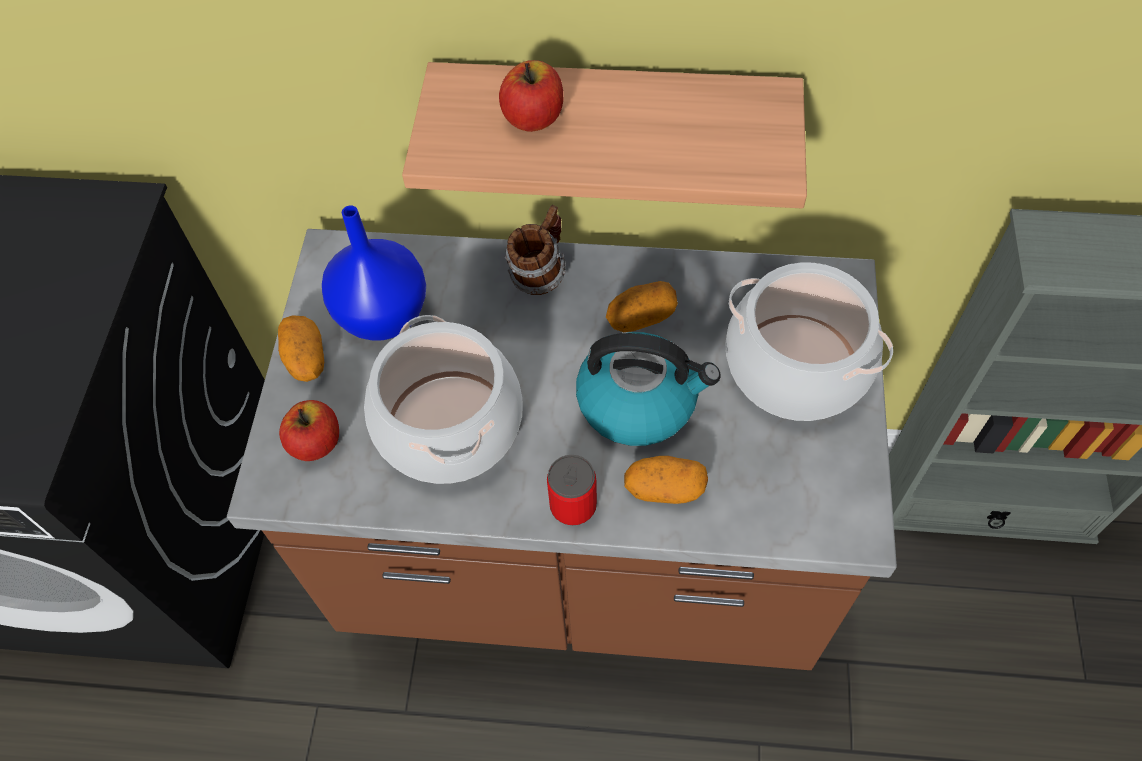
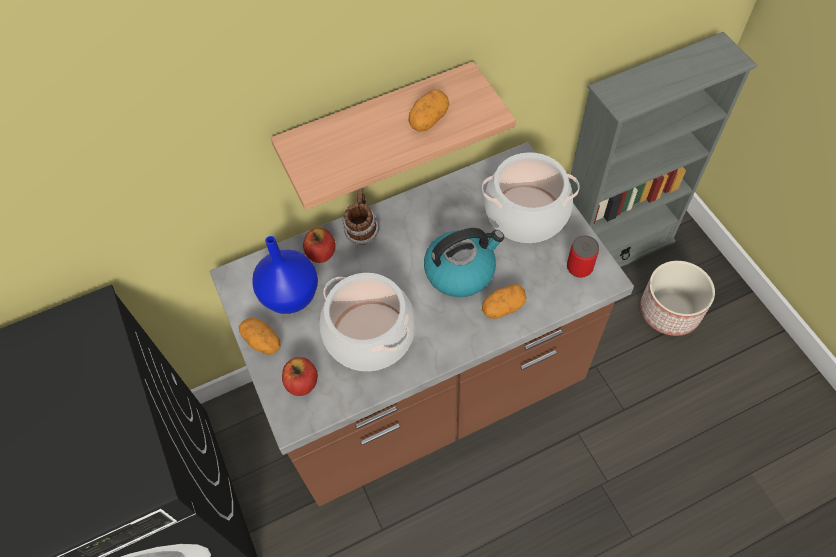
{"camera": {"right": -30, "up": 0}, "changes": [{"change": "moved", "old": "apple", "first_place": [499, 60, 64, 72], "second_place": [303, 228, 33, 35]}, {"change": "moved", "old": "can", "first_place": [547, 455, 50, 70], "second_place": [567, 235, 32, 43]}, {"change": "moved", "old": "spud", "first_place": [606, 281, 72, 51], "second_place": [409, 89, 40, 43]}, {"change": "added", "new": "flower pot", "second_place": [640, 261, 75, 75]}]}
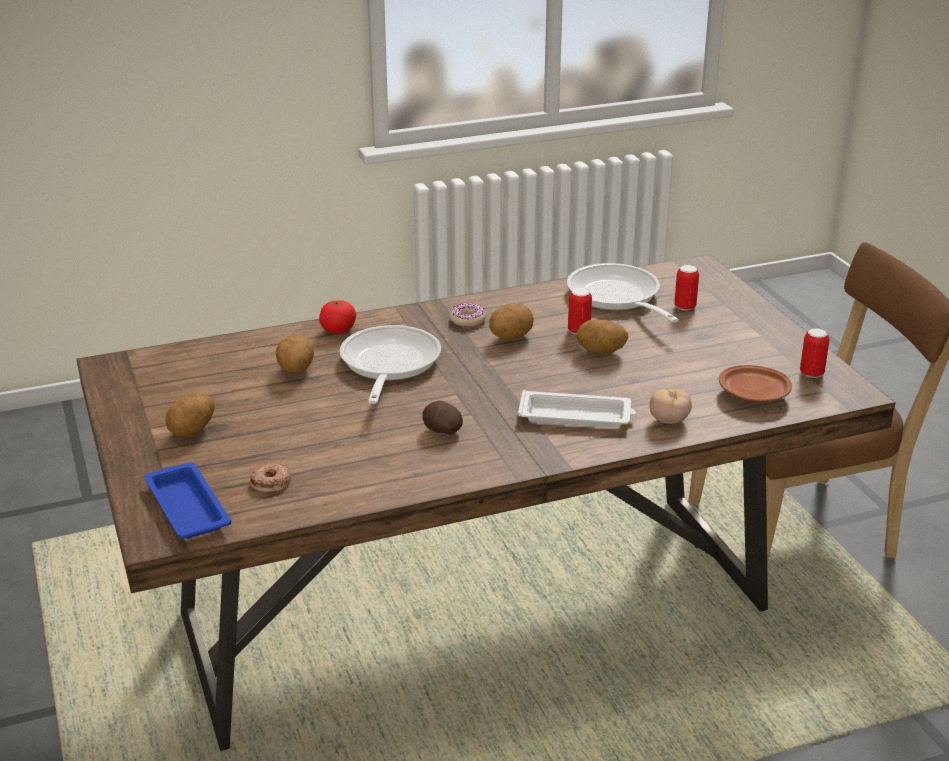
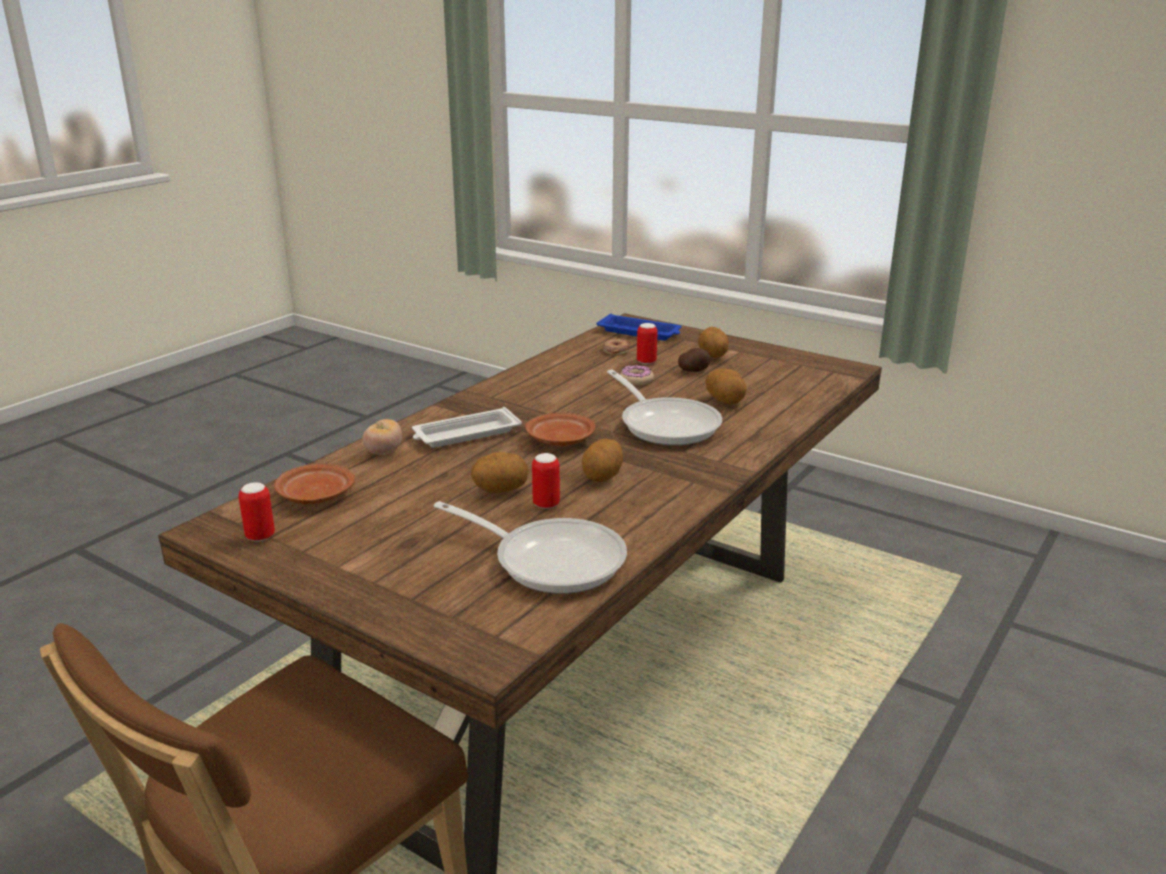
{"camera": {"right": 145, "up": -5}, "changes": [{"change": "removed", "old": "whole tomato", "first_place": [319, 300, 37, 34]}, {"change": "moved", "old": "spud", "first_place": [423, 400, 40, 34], "second_place": [678, 348, 33, 24]}, {"change": "moved", "old": "ring doughnut", "first_place": [449, 303, 37, 24], "second_place": [620, 365, 34, 20]}, {"change": "moved", "old": "can", "first_place": [674, 265, 25, 46], "second_place": [637, 323, 21, 41]}, {"change": "added", "new": "plate (brown)", "second_place": [525, 413, 71, 33]}]}
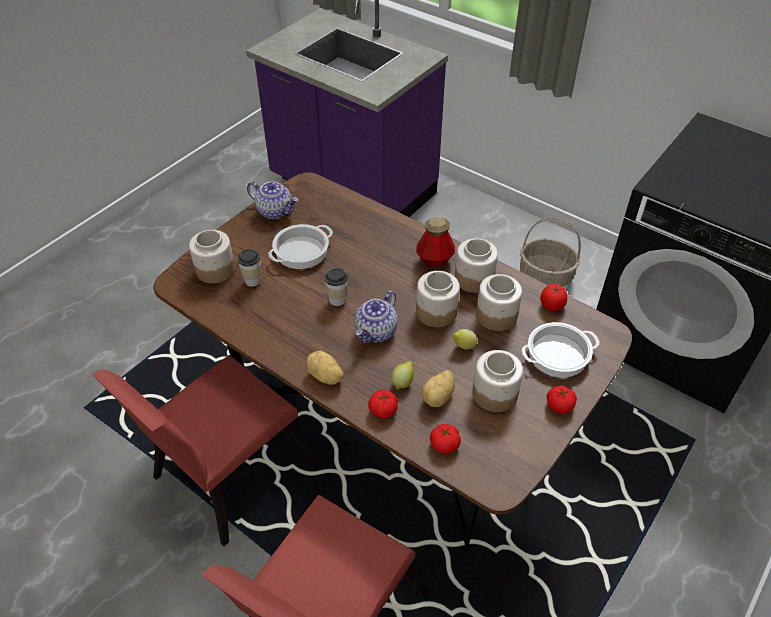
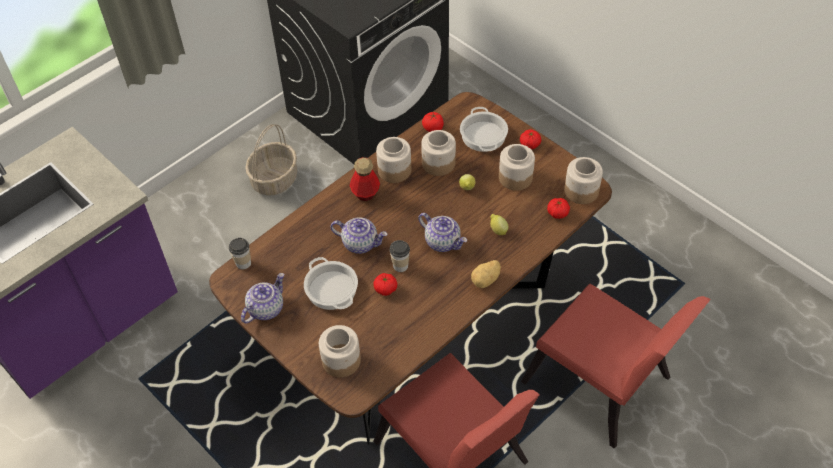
{"camera": {"right": -80, "up": 5}, "changes": [{"change": "moved", "old": "small cup", "first_place": [237, 249, 24, 38], "second_place": [229, 238, 22, 31]}, {"change": "moved", "old": "whole tomato", "first_place": [368, 390, 30, 28], "second_place": [373, 273, 24, 23]}, {"change": "moved", "old": "preserve jar", "first_place": [416, 271, 44, 56], "second_place": [564, 157, 39, 47]}, {"change": "removed", "old": "spud", "first_place": [422, 370, 33, 37]}, {"change": "added", "new": "pot for tea", "second_place": [330, 217, 58, 37]}]}
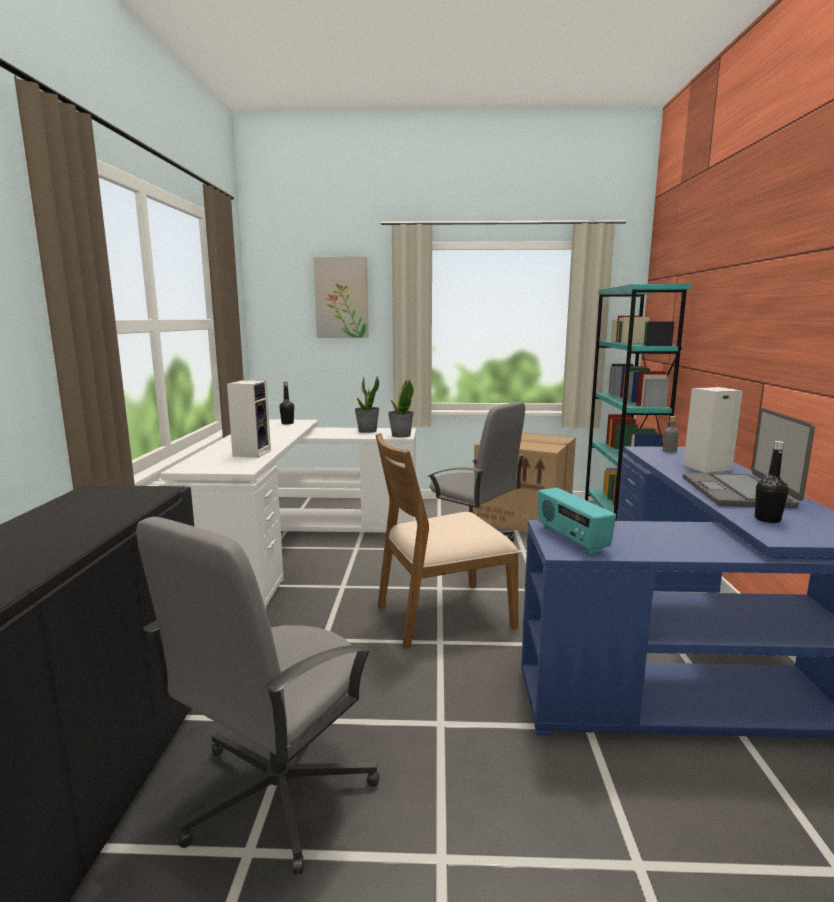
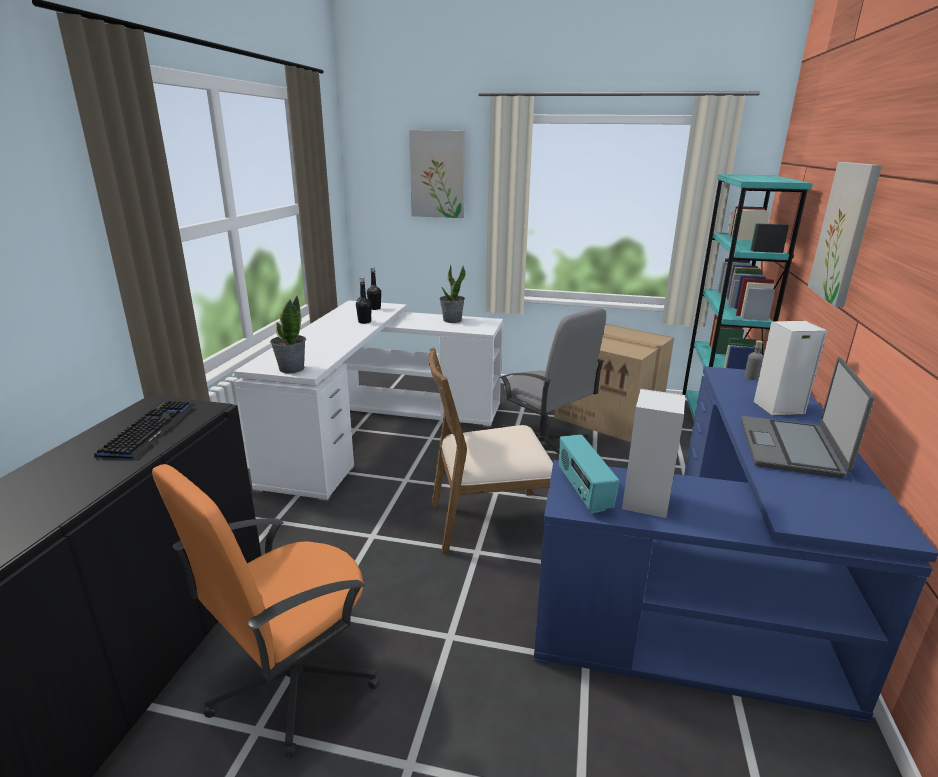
{"camera": {"right": 10, "up": 10}, "changes": [{"change": "recoloured", "old": "desk chair (grey)", "new": "desk chair (orangey)", "first_place": [136, 517, 244, 358], "second_place": [152, 464, 227, 294]}, {"change": "moved", "old": "loudspeaker", "first_place": [227, 380, 44, 78], "second_place": [622, 389, 64, 129]}, {"change": "moved", "old": "houseplant", "first_place": [388, 379, 26, 59], "second_place": [270, 296, 36, 77]}, {"change": "moved", "old": "bottle (black)", "first_place": [755, 441, 34, 82], "second_place": [356, 277, 16, 47]}, {"change": "added", "new": "PC keyboard", "second_place": [94, 401, 102, 58]}, {"change": "added", "new": "wall art", "second_place": [808, 162, 74, 145]}]}
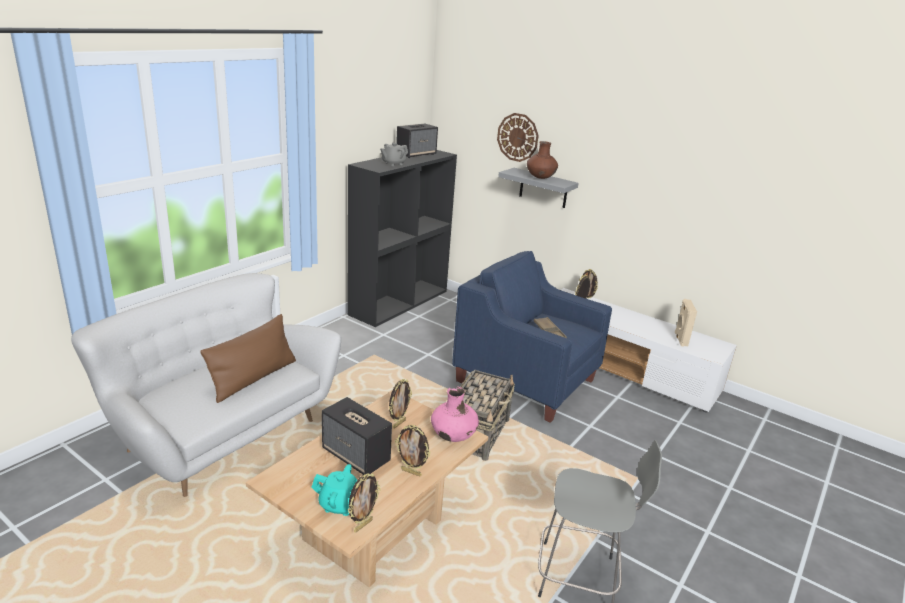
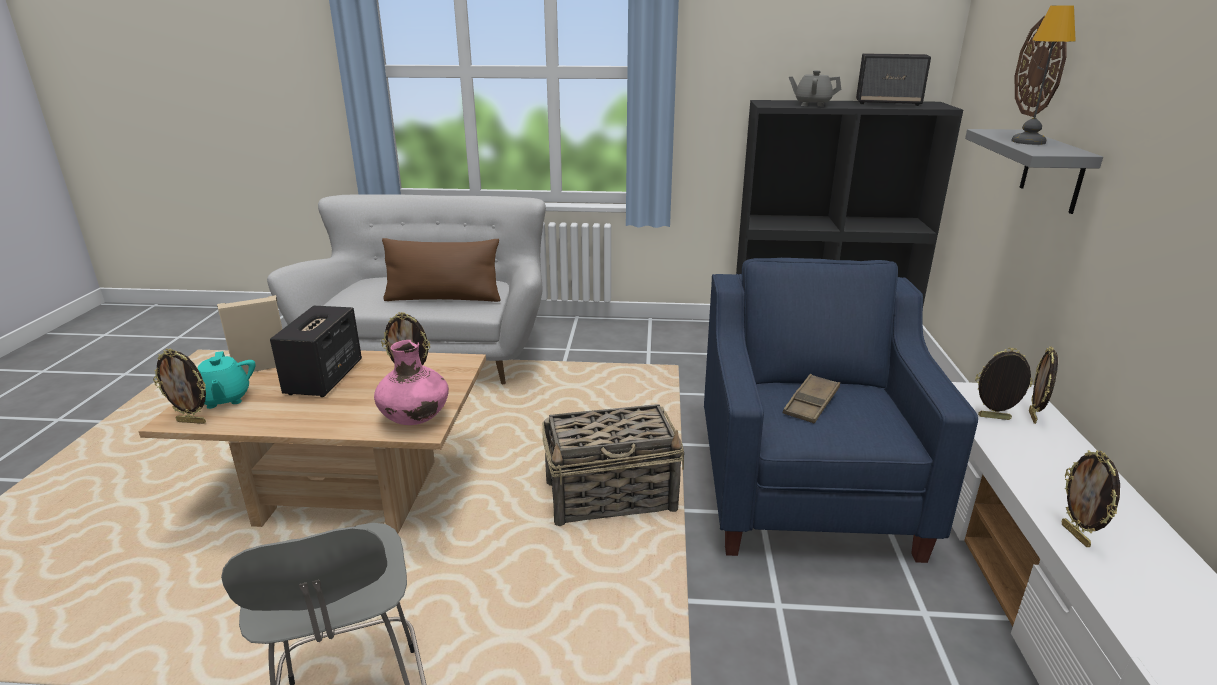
{"camera": {"right": 60, "up": 0}, "changes": [{"change": "moved", "old": "picture frame", "first_place": [395, 425, 36, 52], "second_place": [1062, 450, 58, 97]}, {"change": "replaced", "old": "vase (brown)", "new": "tabletop lamp", "first_place": [527, 141, 31, 38], "second_place": [1011, 6, 65, 139]}, {"change": "moved", "old": "loudspeaker (beige-coloured)", "first_place": [675, 299, 22, 47], "second_place": [217, 295, 65, 78]}]}
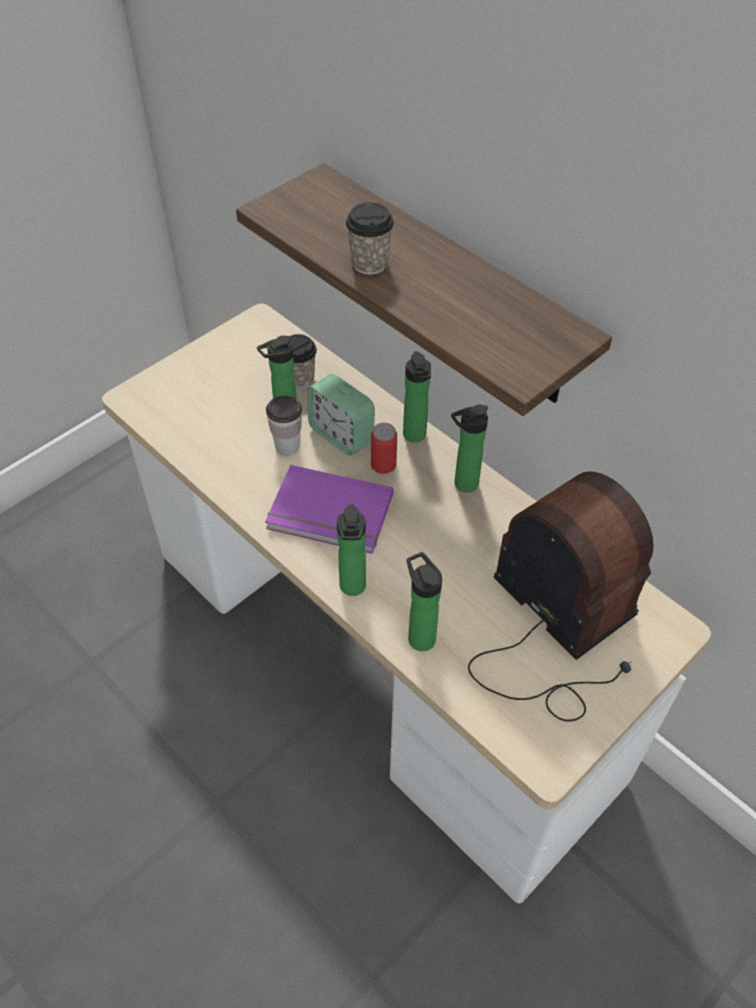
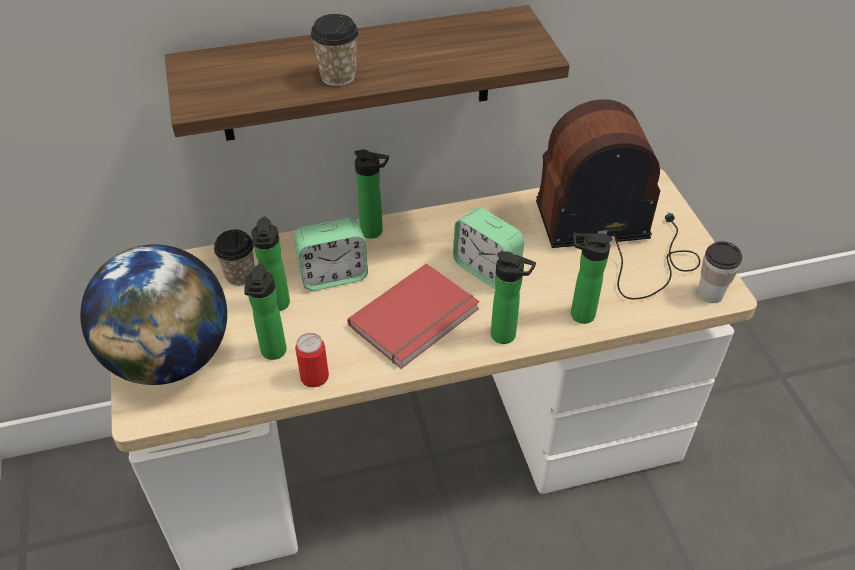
{"camera": {"right": -60, "up": -5}, "changes": [{"change": "recoloured", "old": "volume (purple)", "new": "volume (red)", "first_place": [265, 465, 129, 89], "second_place": [347, 263, 133, 106]}, {"change": "moved", "old": "small cup", "first_place": [266, 395, 36, 60], "second_place": [698, 241, 44, 62]}, {"change": "moved", "old": "can", "first_place": [371, 423, 26, 51], "second_place": [295, 333, 34, 54]}, {"change": "moved", "old": "bottle", "first_place": [451, 404, 37, 89], "second_place": [244, 263, 42, 97]}, {"change": "added", "new": "globe", "second_place": [80, 244, 147, 141]}, {"change": "added", "new": "alarm clock", "second_place": [453, 207, 72, 82]}]}
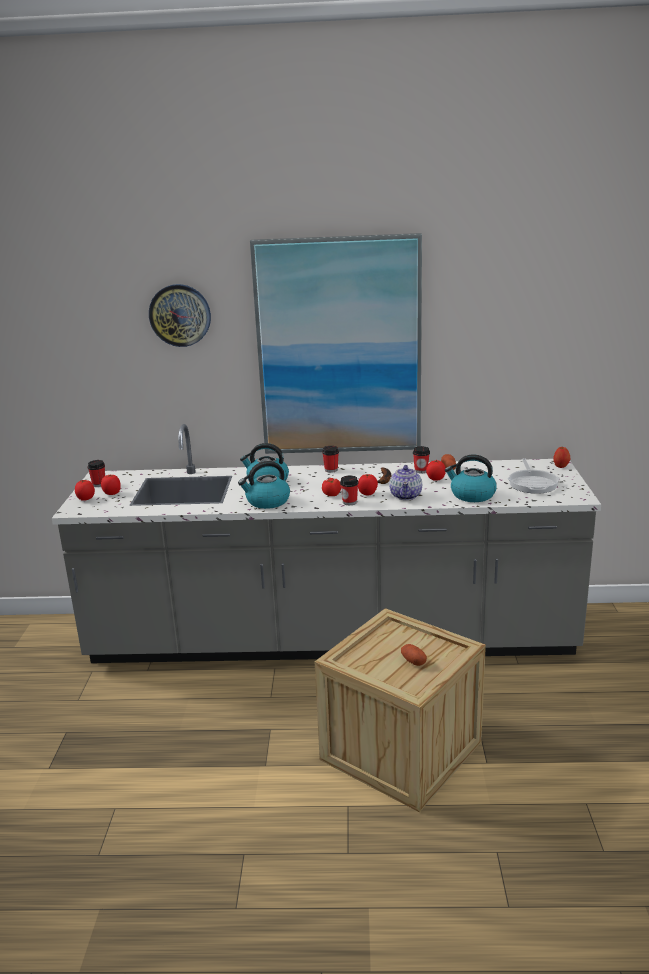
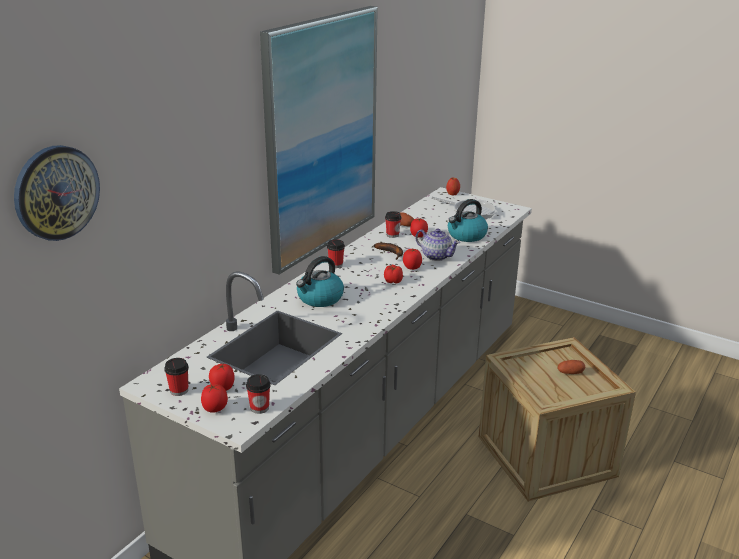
{"camera": {"right": -60, "up": 5}, "changes": [{"change": "moved", "old": "hanging clock", "first_place": [149, 284, 62, 63], "second_place": [14, 145, 86, 96]}, {"change": "removed", "old": "tea kettle", "first_place": [238, 461, 52, 48]}, {"change": "moved", "old": "small cup", "first_place": [340, 476, 19, 29], "second_place": [246, 374, 25, 40]}]}
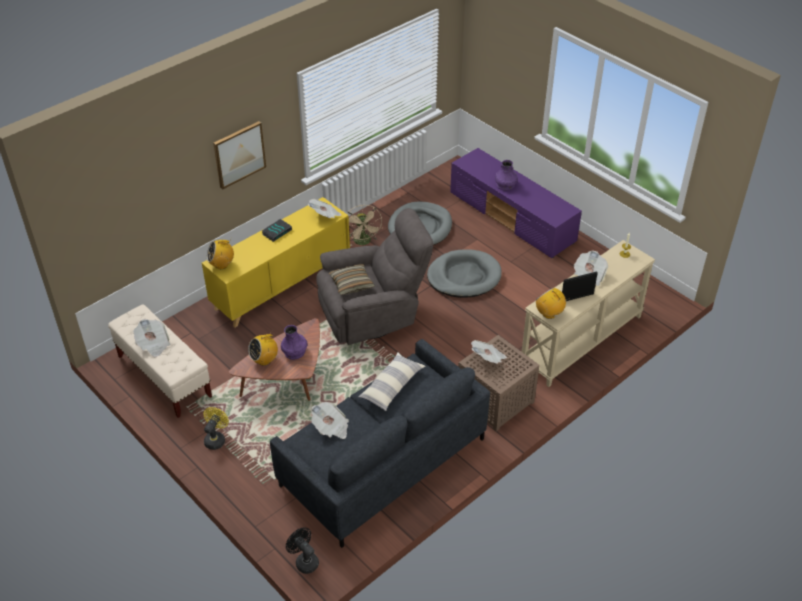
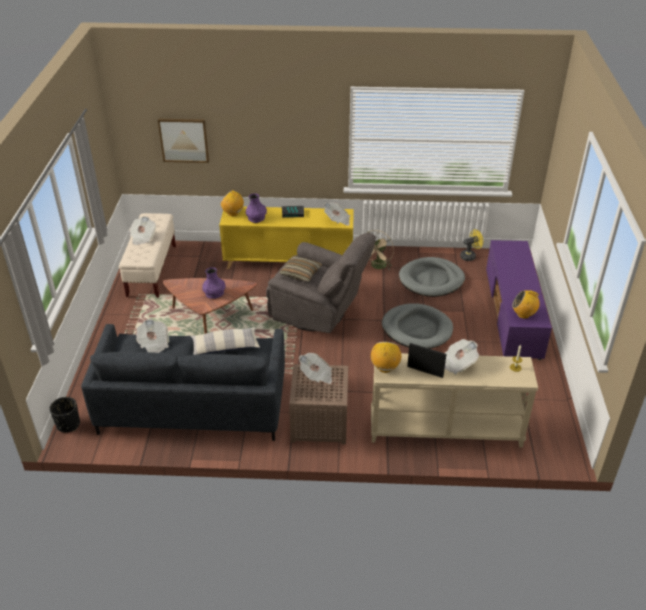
{"camera": {"right": 45, "up": -5}, "changes": [{"change": "moved", "old": "electric fan (yellowish)", "first_place": [203, 407, 26, 43], "second_place": [460, 229, 24, 32]}, {"change": "moved", "old": "wall art", "first_place": [213, 121, 53, 69], "second_place": [158, 119, 51, 44]}, {"change": "moved", "old": "radio set", "first_place": [248, 330, 30, 35], "second_place": [512, 290, 28, 29]}, {"change": "replaced", "old": "electric fan (black)", "new": "flower pot (black)", "first_place": [286, 527, 33, 47], "second_place": [49, 397, 31, 36]}, {"change": "moved", "old": "vase (purple)", "first_place": [495, 160, 23, 30], "second_place": [246, 193, 21, 30]}]}
